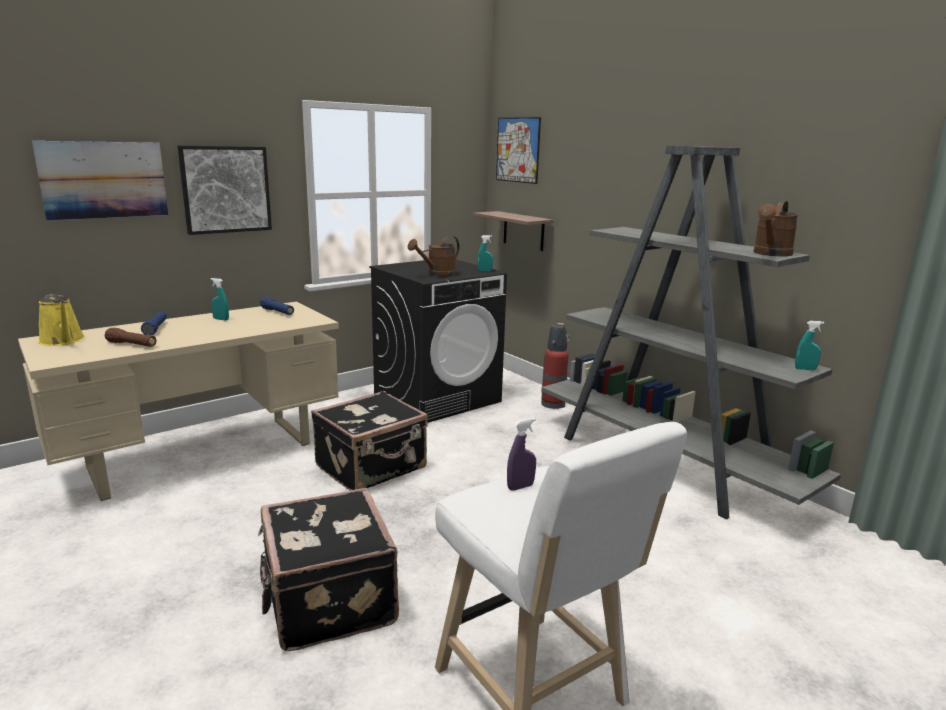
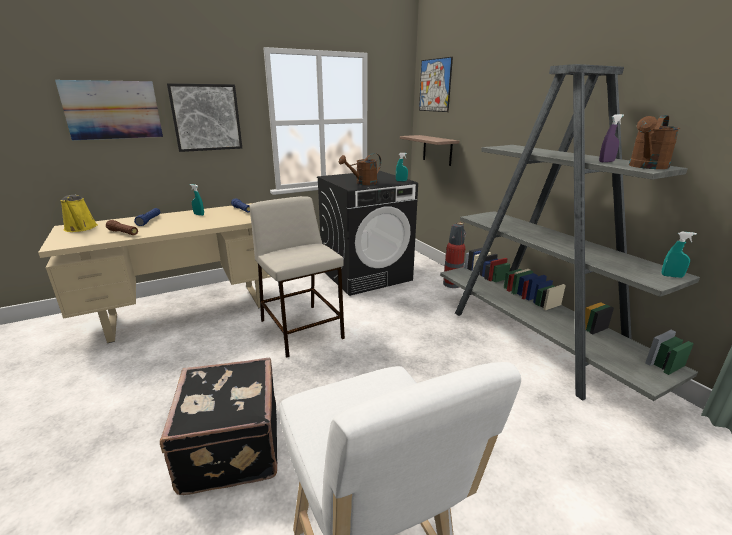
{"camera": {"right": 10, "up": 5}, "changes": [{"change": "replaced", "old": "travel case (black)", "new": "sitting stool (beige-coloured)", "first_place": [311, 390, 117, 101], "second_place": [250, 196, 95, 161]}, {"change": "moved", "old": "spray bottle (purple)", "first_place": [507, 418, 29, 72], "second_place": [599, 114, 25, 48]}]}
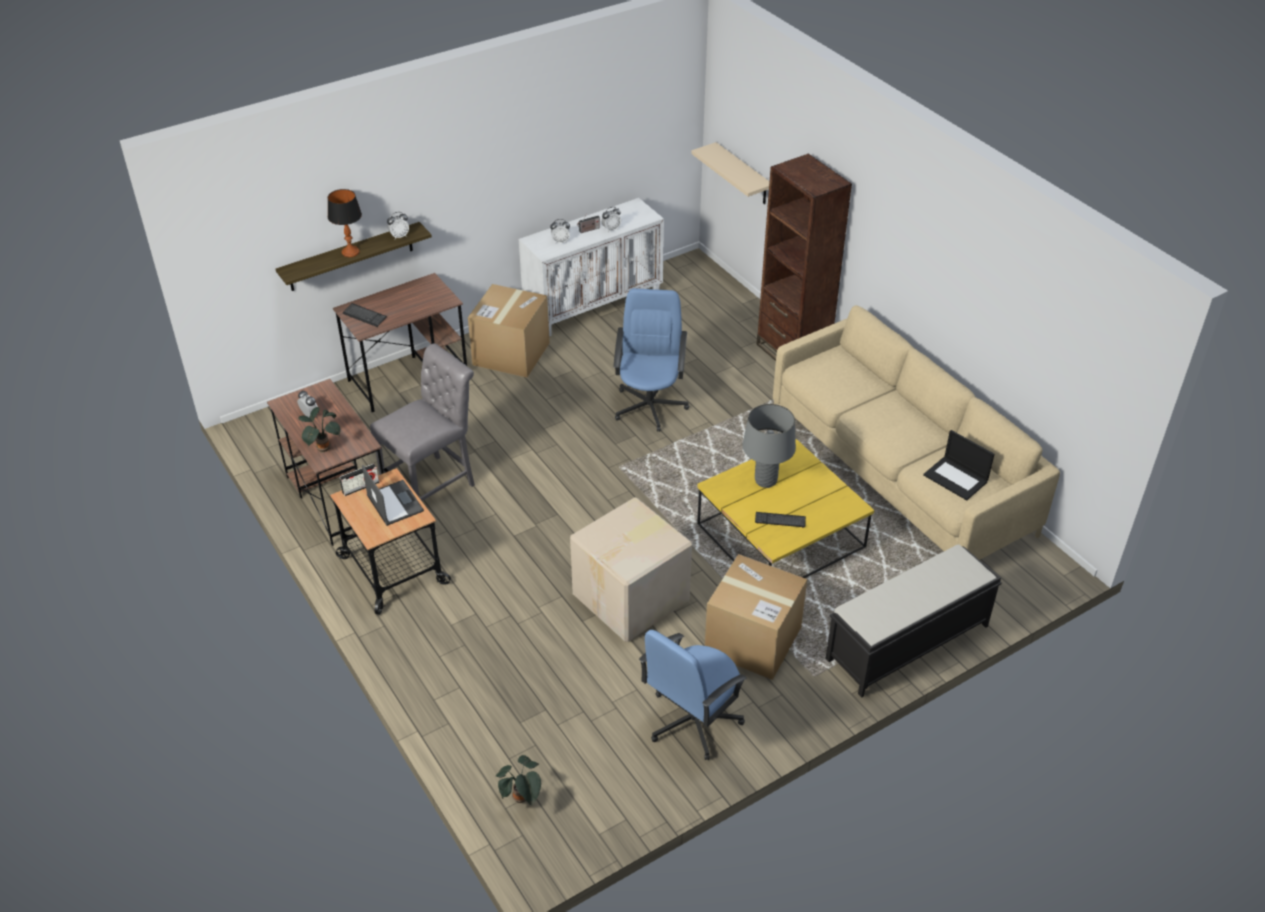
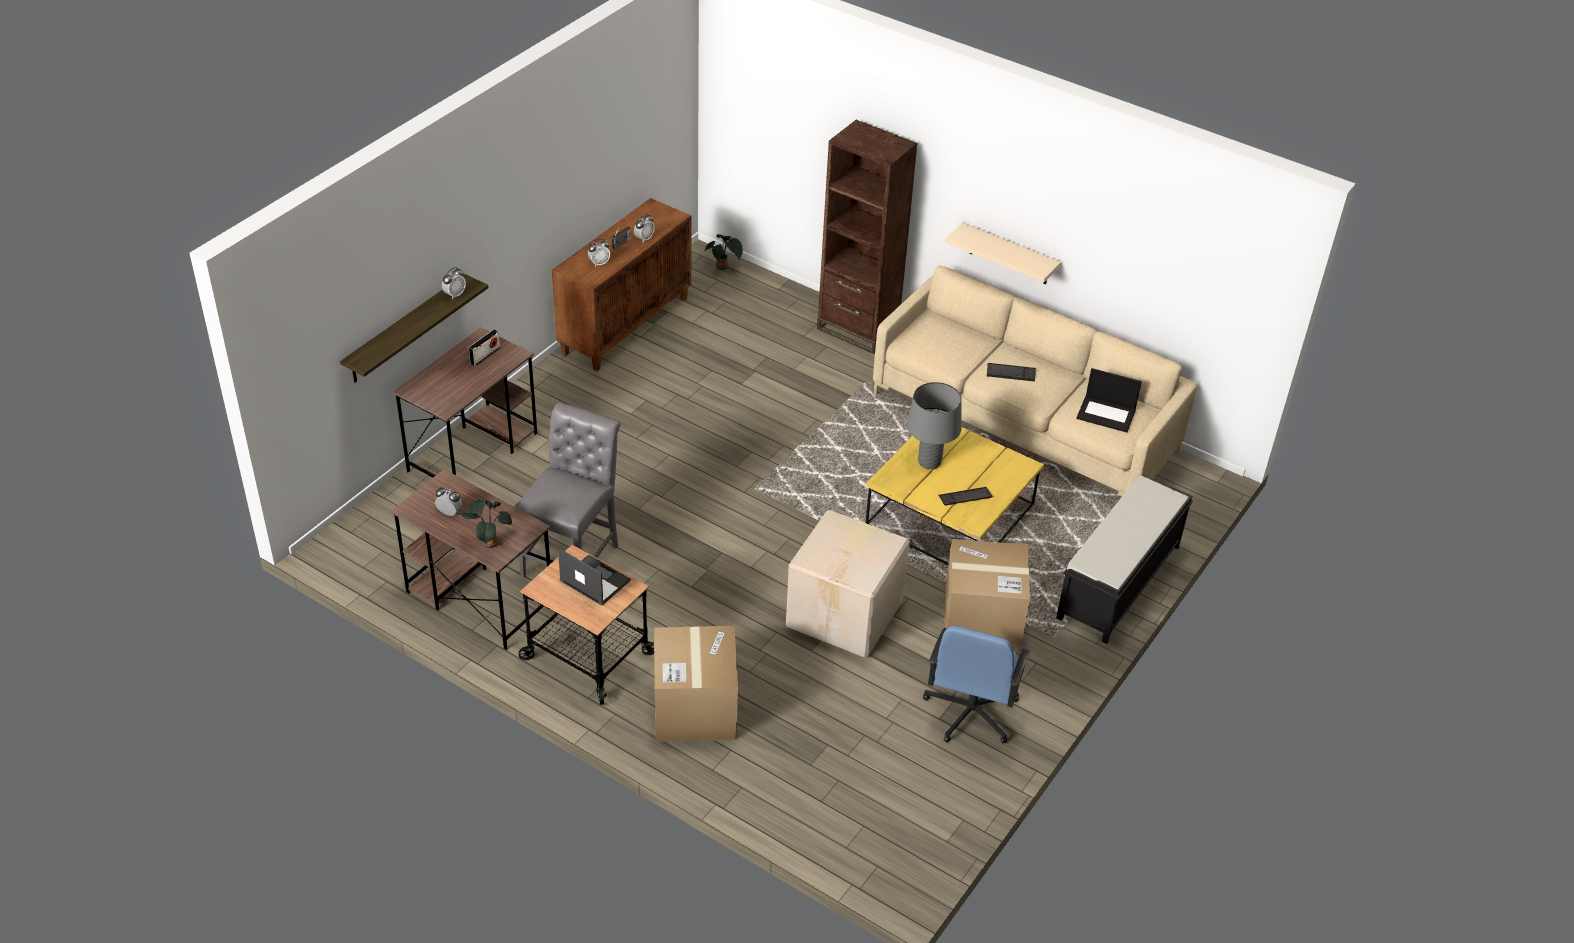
{"camera": {"right": -25, "up": 0}, "changes": [{"change": "removed", "old": "tabletop lamp", "first_place": [328, 189, 34, 68]}, {"change": "moved", "old": "radio set", "first_place": [339, 463, 40, 33], "second_place": [468, 329, 32, 37]}, {"change": "moved", "old": "PC keyboard", "first_place": [342, 303, 45, 24], "second_place": [987, 363, 49, 19]}, {"change": "moved", "old": "carton", "first_place": [468, 284, 82, 94], "second_place": [654, 626, 84, 116]}, {"change": "moved", "old": "houseplant", "first_place": [496, 755, 45, 52], "second_place": [705, 234, 37, 36]}, {"change": "recoloured", "old": "cupboard (white)", "new": "cupboard (brown)", "first_place": [519, 198, 145, 138], "second_place": [552, 198, 139, 173]}, {"change": "removed", "old": "desk chair (blue-coloured)", "first_place": [613, 288, 76, 144]}, {"change": "moved", "old": "wall shelf (beige-coloured)", "first_place": [691, 142, 79, 62], "second_place": [945, 223, 116, 62]}]}
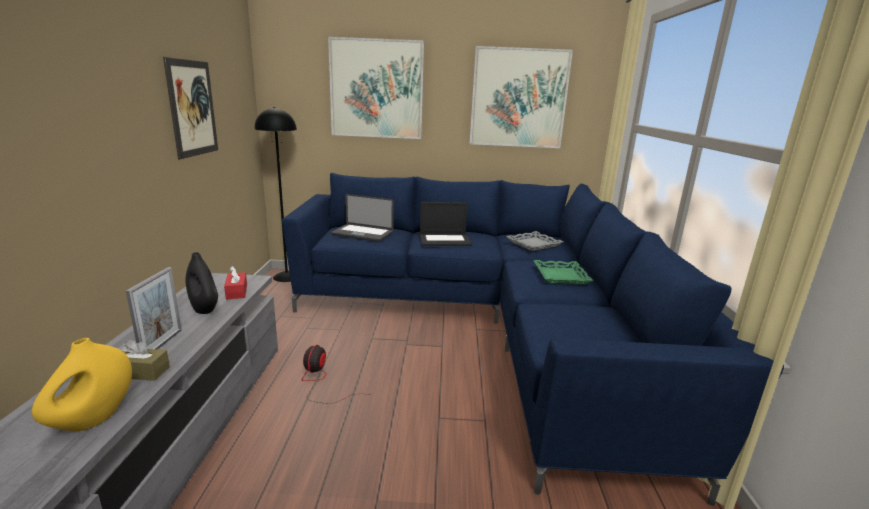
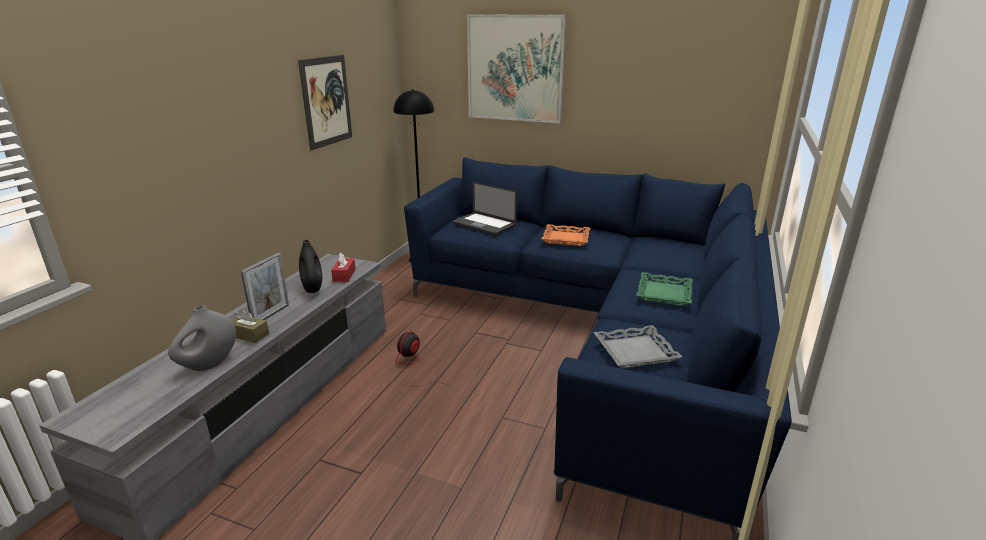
{"camera": {"right": 20, "up": 5}, "changes": [{"change": "recoloured", "old": "vase (yellowish)", "new": "vase (grey)", "first_place": [32, 338, 100, 93], "second_place": [168, 306, 68, 65]}, {"change": "replaced", "old": "portable computer", "new": "carrying tray (orangey)", "first_place": [420, 202, 52, 44], "second_place": [541, 224, 49, 22]}, {"change": "removed", "old": "wall art", "first_place": [469, 46, 104, 102]}, {"change": "moved", "old": "carrying tray (grey)", "first_place": [506, 231, 57, 20], "second_place": [593, 325, 90, 43]}]}
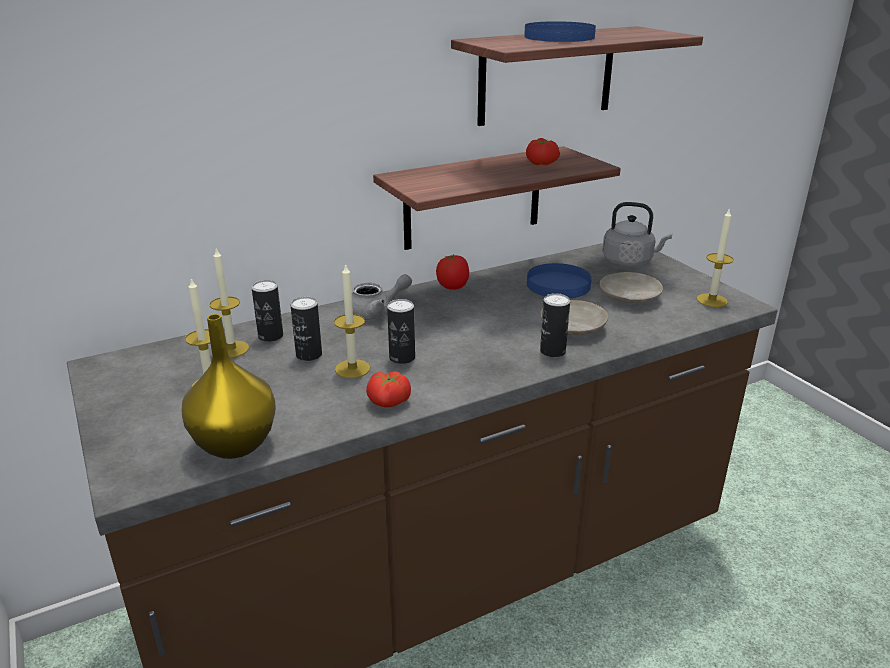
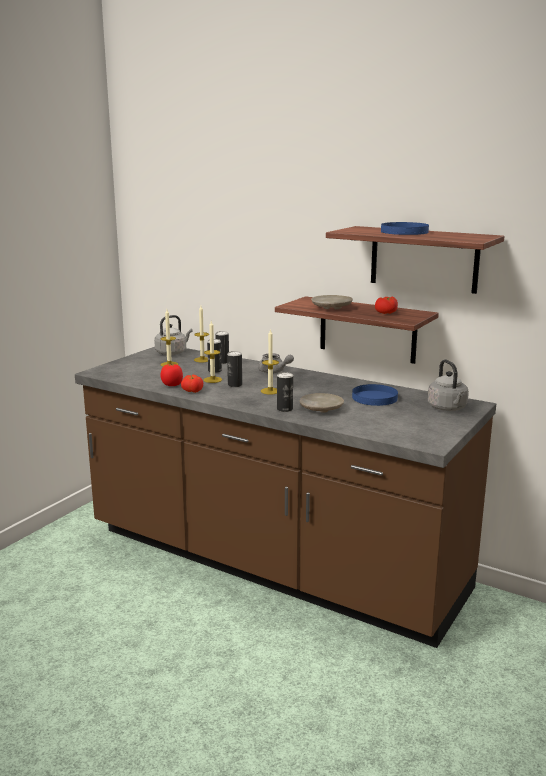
{"camera": {"right": 60, "up": -10}, "changes": [{"change": "removed", "old": "vase (yellowish)", "first_place": [182, 314, 94, 145]}, {"change": "moved", "old": "whole tomato", "first_place": [436, 254, 33, 36], "second_place": [160, 363, 23, 23]}, {"change": "moved", "old": "plate (beige-coloured)", "first_place": [600, 272, 63, 31], "second_place": [311, 295, 42, 15]}, {"change": "moved", "old": "wax light", "first_place": [696, 208, 38, 99], "second_place": [261, 329, 18, 66]}, {"change": "added", "new": "tea kettle (grey)", "second_place": [154, 315, 39, 40]}]}
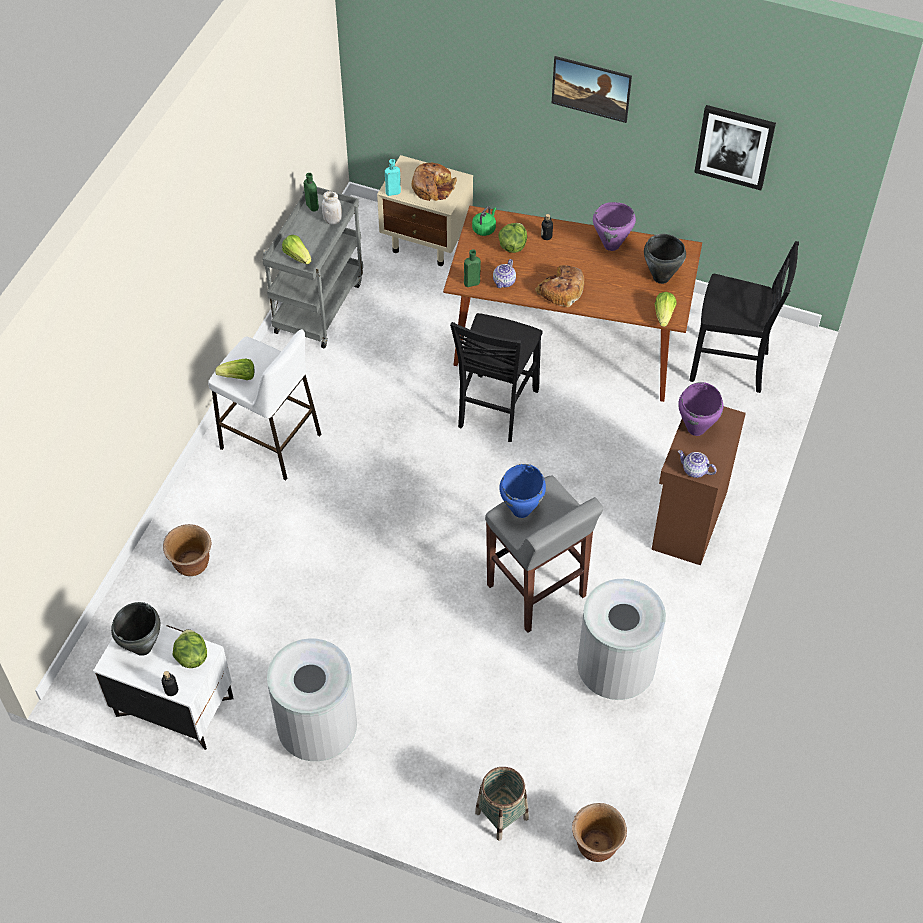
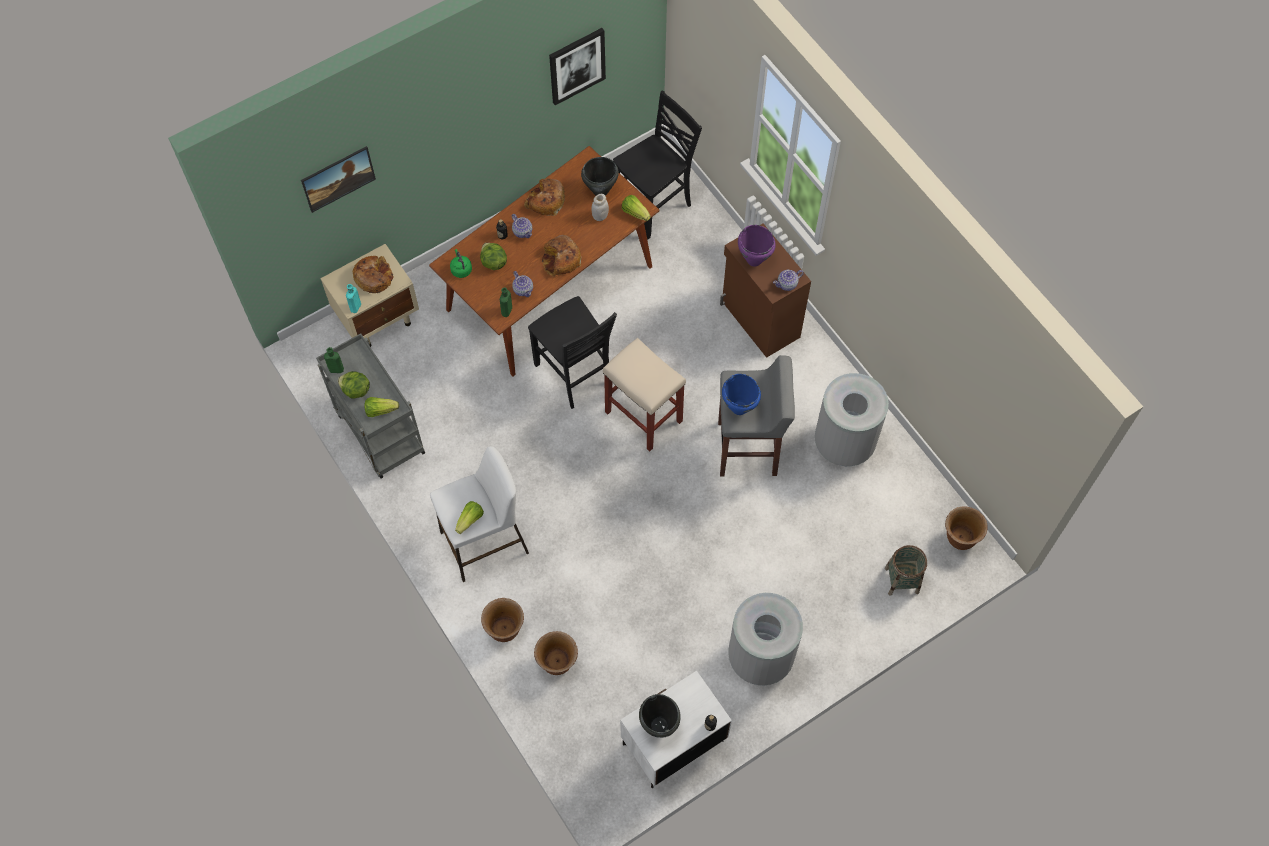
{"camera": {"right": -55, "up": 10}, "changes": [{"change": "moved", "old": "lettuce", "first_place": [172, 629, 35, 39], "second_place": [338, 371, 32, 28]}, {"change": "moved", "old": "preserve jar (white)", "first_place": [322, 191, 20, 34], "second_place": [591, 194, 18, 27]}, {"change": "moved", "old": "wall art", "first_place": [552, 56, 80, 67], "second_place": [301, 146, 75, 67]}, {"change": "replaced", "old": "cooking pot (purple)", "new": "bread", "first_place": [593, 202, 43, 49], "second_place": [524, 179, 41, 37]}, {"change": "added", "new": "flower pot (brown)", "second_place": [481, 598, 43, 44]}, {"change": "added", "new": "pot for tea", "second_place": [512, 214, 20, 24]}, {"change": "added", "new": "sitting stool (beige-coloured)", "second_place": [603, 338, 83, 114]}]}
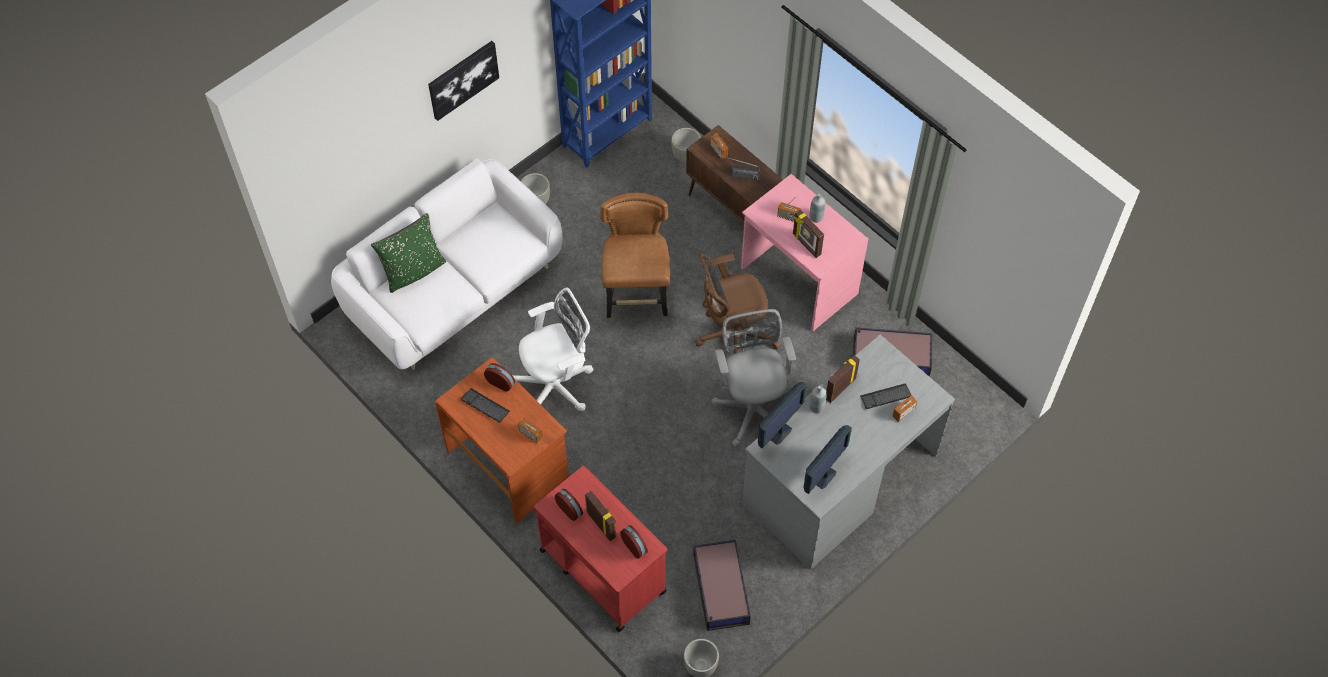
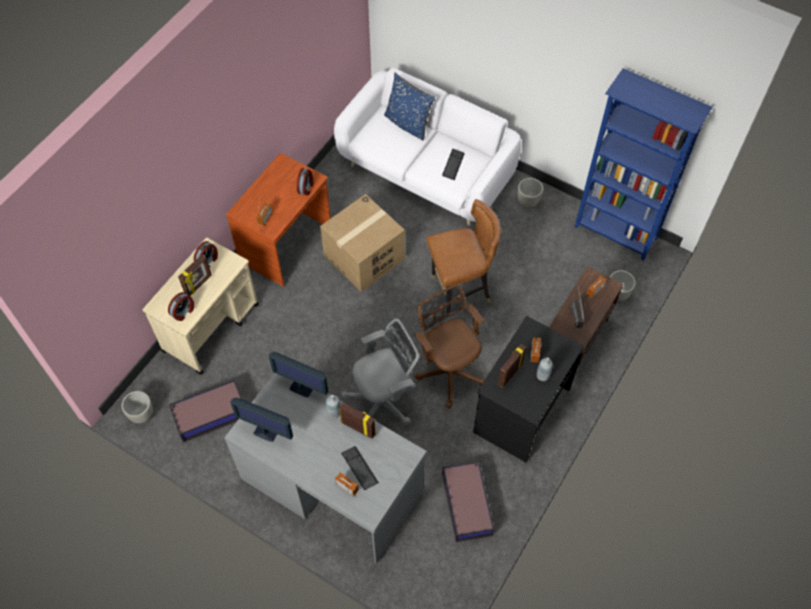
{"camera": {"right": 75, "up": 0}, "changes": [{"change": "recoloured", "old": "throw pillow (green-coloured)", "new": "throw pillow (blue-coloured)", "first_place": [371, 213, 75, 80], "second_place": [384, 73, 51, 67]}, {"change": "removed", "old": "wall art", "first_place": [428, 41, 71, 80]}, {"change": "moved", "old": "PC keyboard", "first_place": [461, 388, 49, 35], "second_place": [442, 149, 23, 31]}, {"change": "replaced", "old": "desk chair (white)", "new": "carton", "first_place": [513, 288, 80, 123], "second_place": [320, 194, 85, 98]}, {"change": "recoloured", "old": "cart (red)", "new": "cart (beige-coloured)", "first_place": [534, 466, 133, 166], "second_place": [143, 237, 116, 138]}, {"change": "recoloured", "old": "desk table (pink-coloured)", "new": "desk table (black)", "first_place": [741, 174, 127, 158], "second_place": [473, 316, 111, 146]}]}
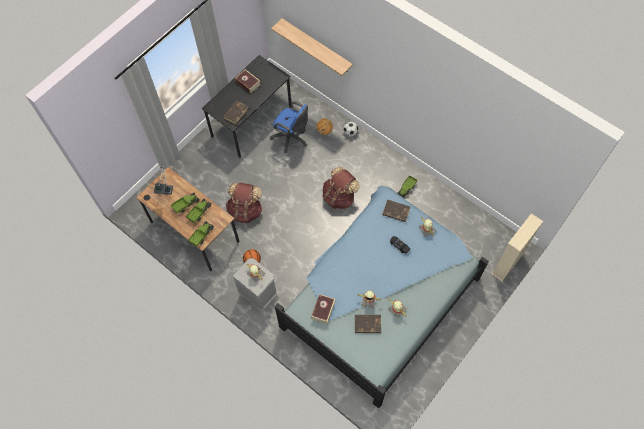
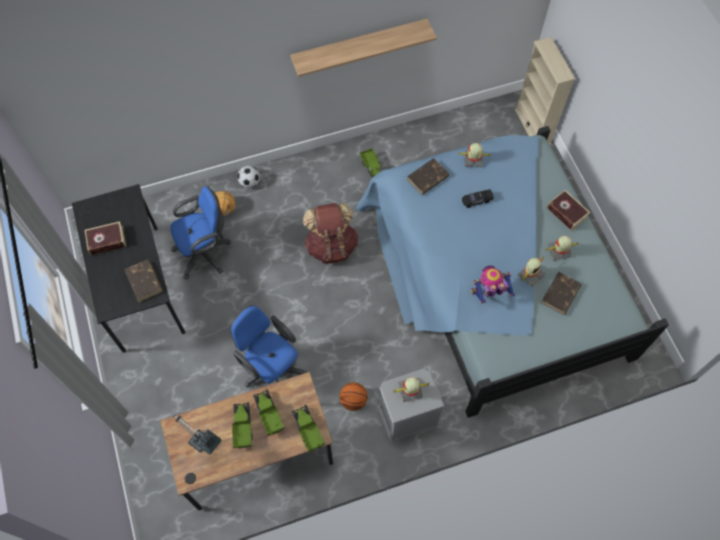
{"camera": {"right": -60, "up": 0}, "changes": [{"change": "replaced", "old": "knapsack (brown)", "new": "desk chair (blue-coloured)", "first_place": [226, 183, 37, 40], "second_place": [231, 305, 76, 82]}, {"change": "moved", "old": "wall shelf", "first_place": [271, 18, 82, 58], "second_place": [290, 19, 147, 58]}, {"change": "moved", "old": "volume", "first_place": [311, 294, 24, 30], "second_place": [547, 190, 43, 41]}, {"change": "added", "new": "toy robot", "second_place": [471, 266, 44, 38]}]}
